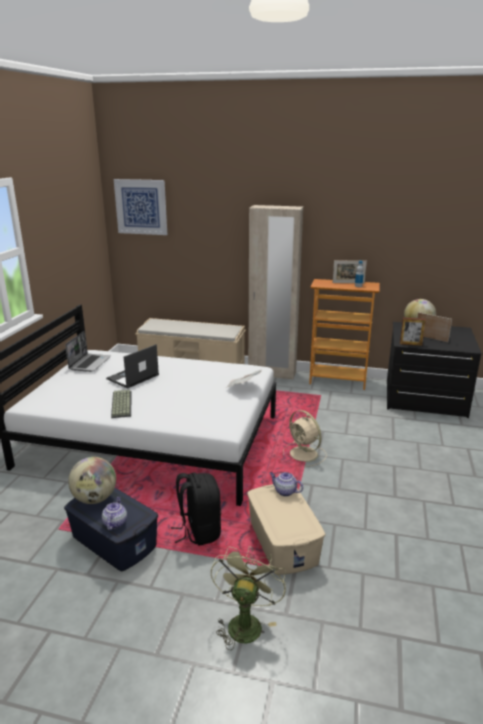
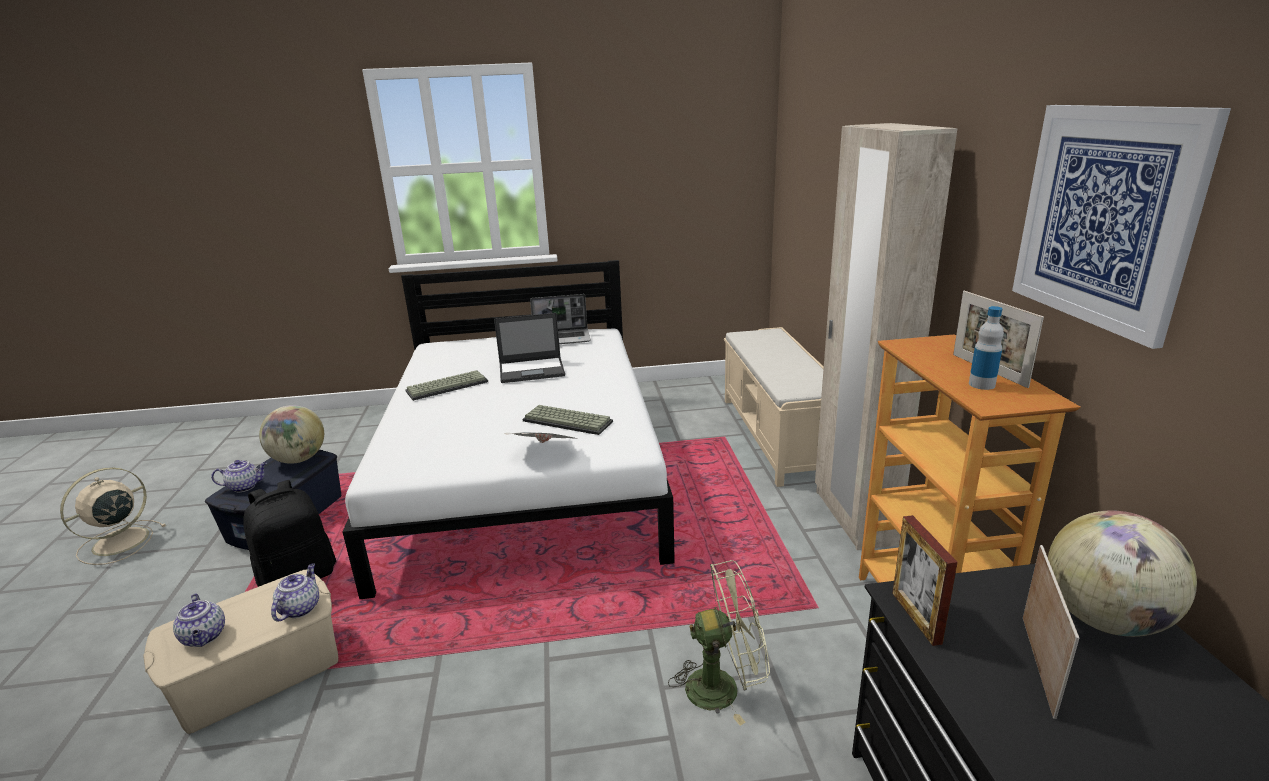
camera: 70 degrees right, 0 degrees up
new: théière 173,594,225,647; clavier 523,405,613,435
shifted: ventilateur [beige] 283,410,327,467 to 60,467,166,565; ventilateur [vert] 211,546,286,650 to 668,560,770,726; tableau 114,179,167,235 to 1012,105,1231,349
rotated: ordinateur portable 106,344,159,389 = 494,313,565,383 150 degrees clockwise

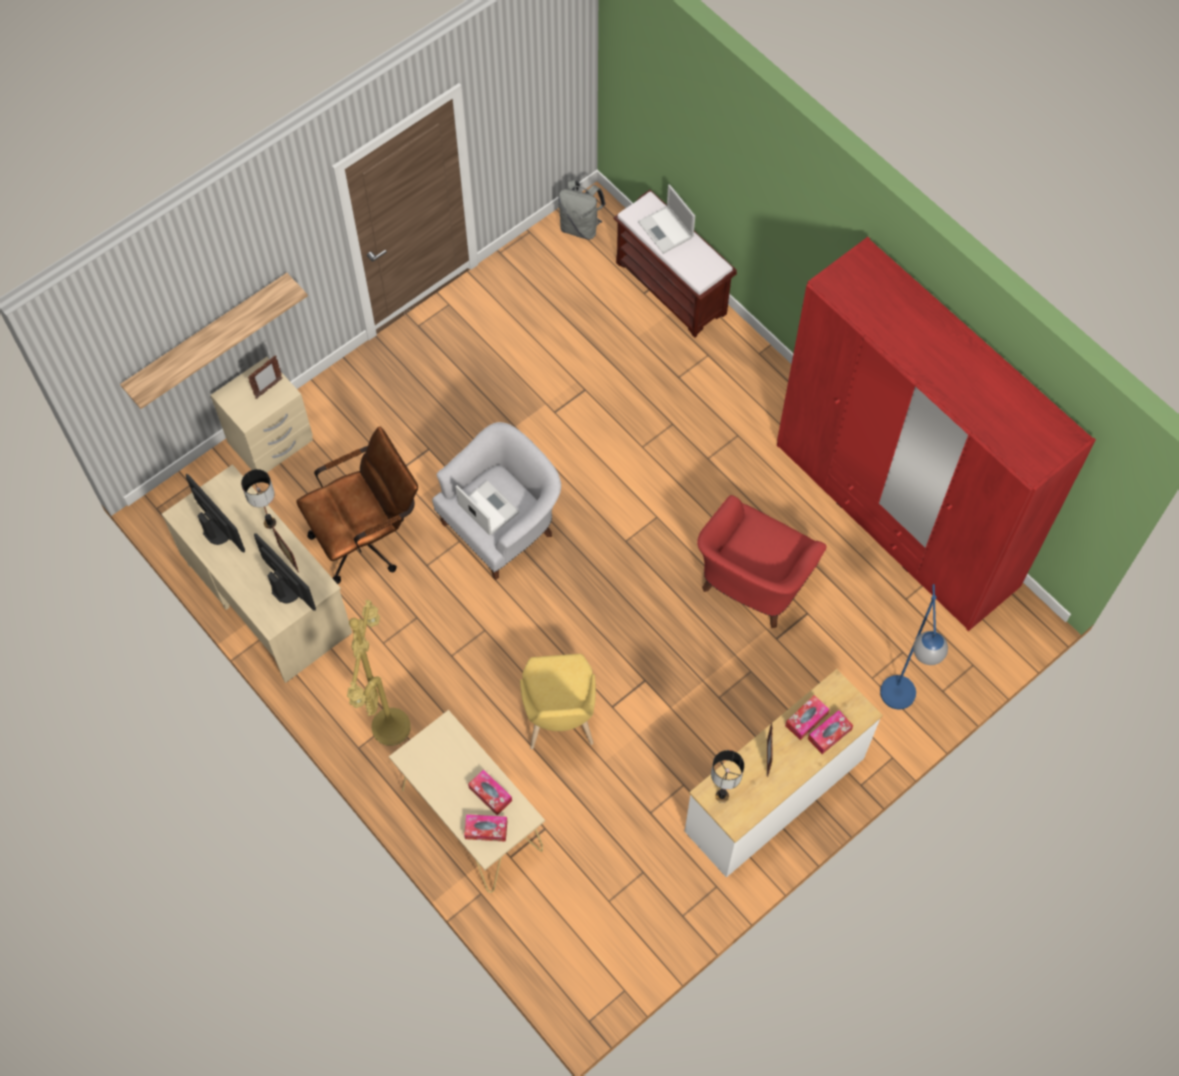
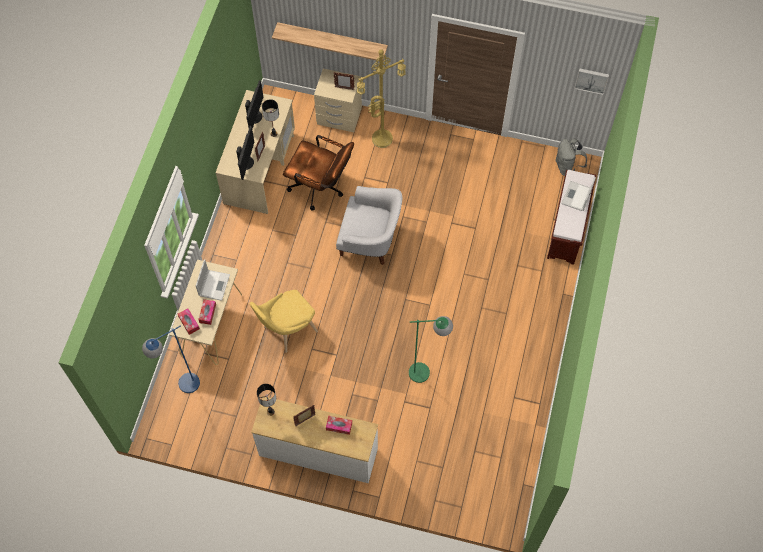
camera: 55 degrees right, 0 degrees up
gone: armoire [rouge] 777,237,1096,631; boîte à mouchoirs 808,710,853,754
new: tableau 574,68,609,95
shifted: lampadaire [bleu] 880,584,948,709 to 142,325,200,393; ordinateur portable 456,480,519,535 to 196,260,230,301; lampadaire [jaune] 347,600,411,746 to 357,49,406,148
swapped: fauteuil [rouge] 697,495,827,628 to lampadaire [vert] 409,316,453,383

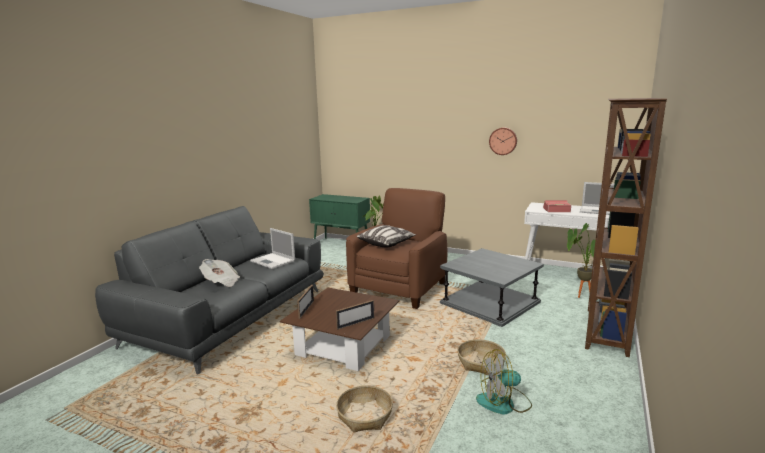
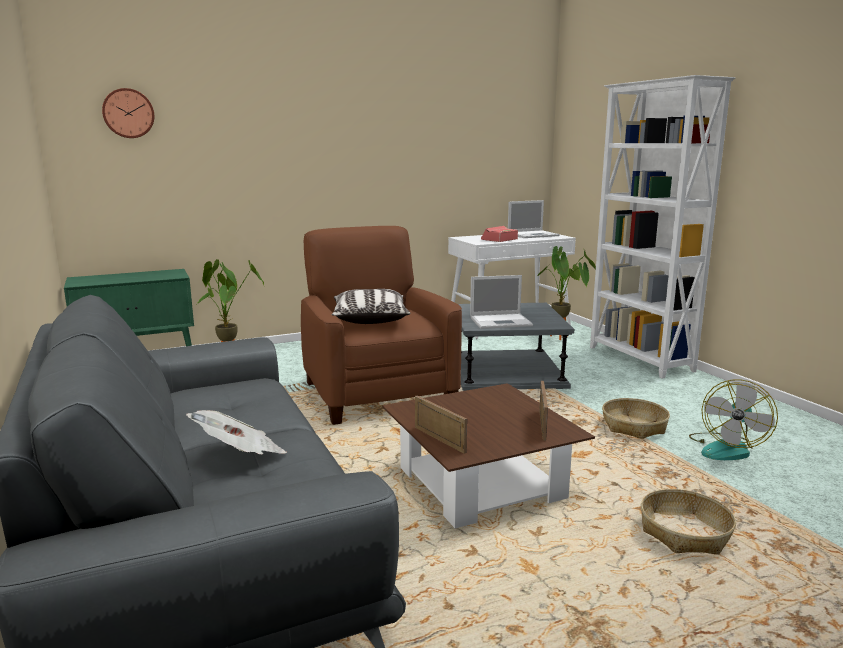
camera: 50 degrees left, 0 degrees up
shifted: horloge murale 489,128,517,155 to 102,88,154,138; ordinateur portable 250,228,295,269 to 470,275,533,329
repainted: bibliothèque [marron] 585,98,667,357 to bibliothèque [blanc] 590,75,735,379

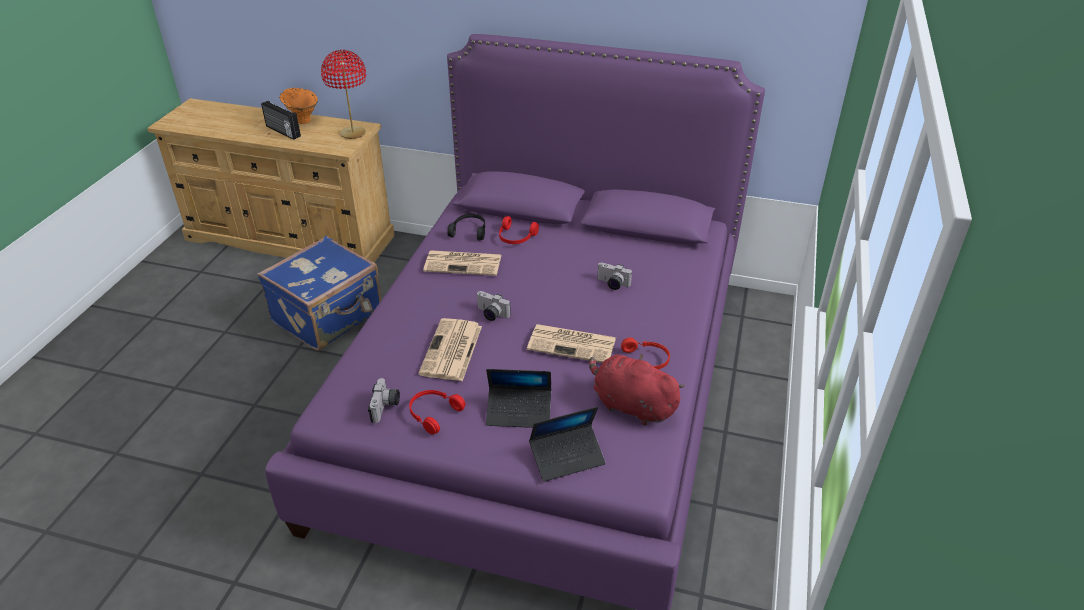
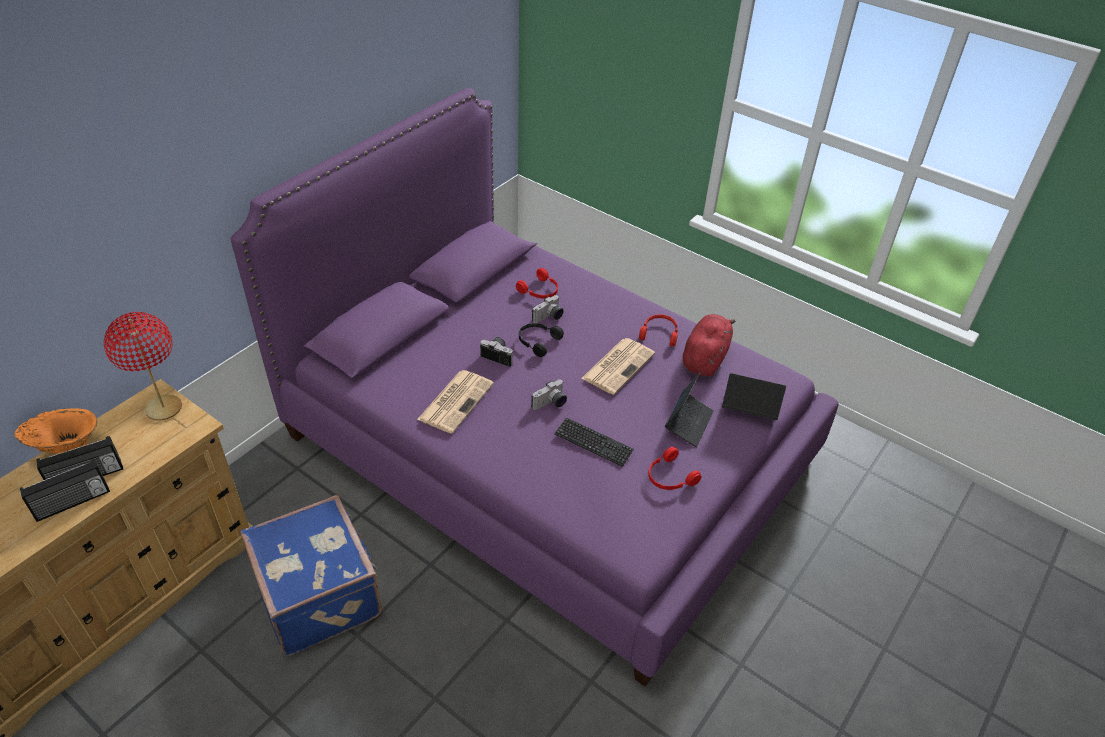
camera: 70 degrees left, 5 degrees up
new: radio 20,459,110,522
shifted: appareil photo 368,378,400,423 to 480,337,514,367; casque audio [rouge] 499,216,539,244 to 516,268,558,299; casque audio [noir] 447,214,485,240 to 519,323,564,357
swapped: journal 418,318,482,381 to clavier 554,417,634,467
rotated: peluche [rouge] 589,353,685,426 = 682,314,735,377 150 degrees clockwise; ordinateur portable 529,407,606,482 = 722,373,786,420 75 degrees counterclockwise

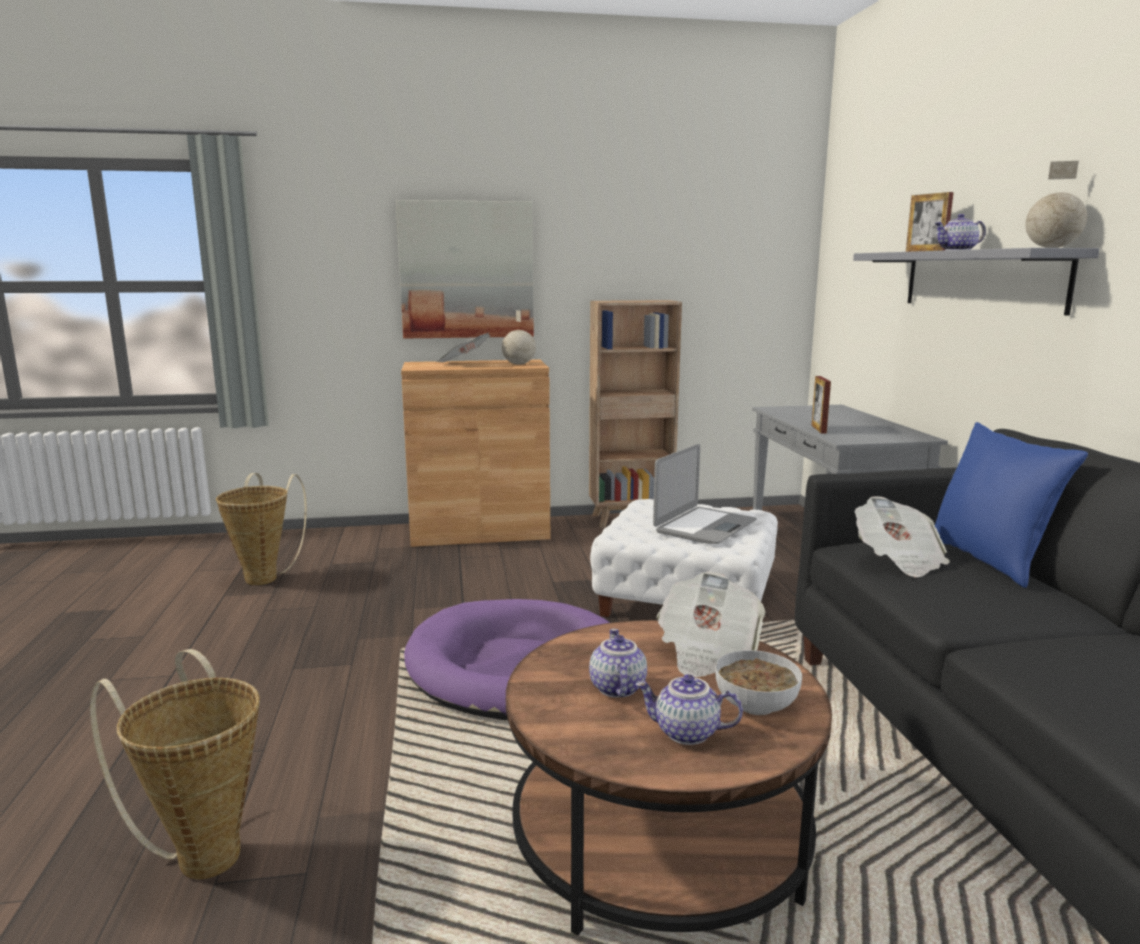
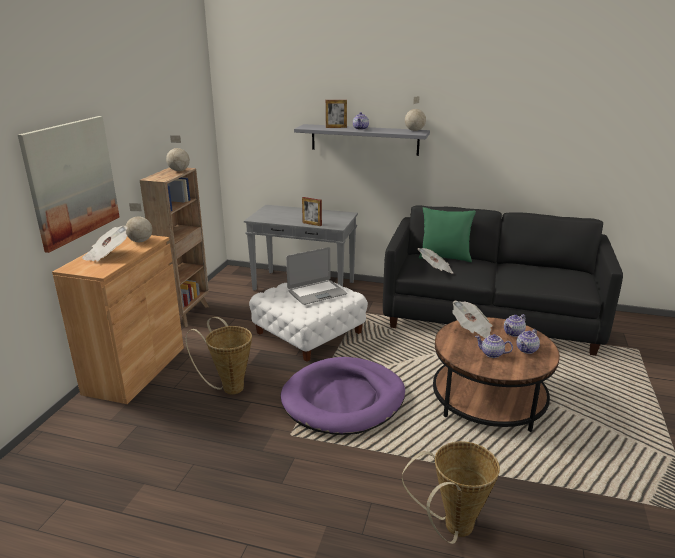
camera: 65 degrees left, 10 degrees up
new: globe 166,135,190,171
shifted: panier 216,473,307,585 to 185,317,252,394
swapped: bol 715,650,802,715 to théière 504,314,526,337
repainted: coussin [bleu] 935,422,1088,588 to coussin [vert] 419,207,476,262
rotated: ordinateur portable 653,444,757,544 = 286,247,347,305 90 degrees clockwise

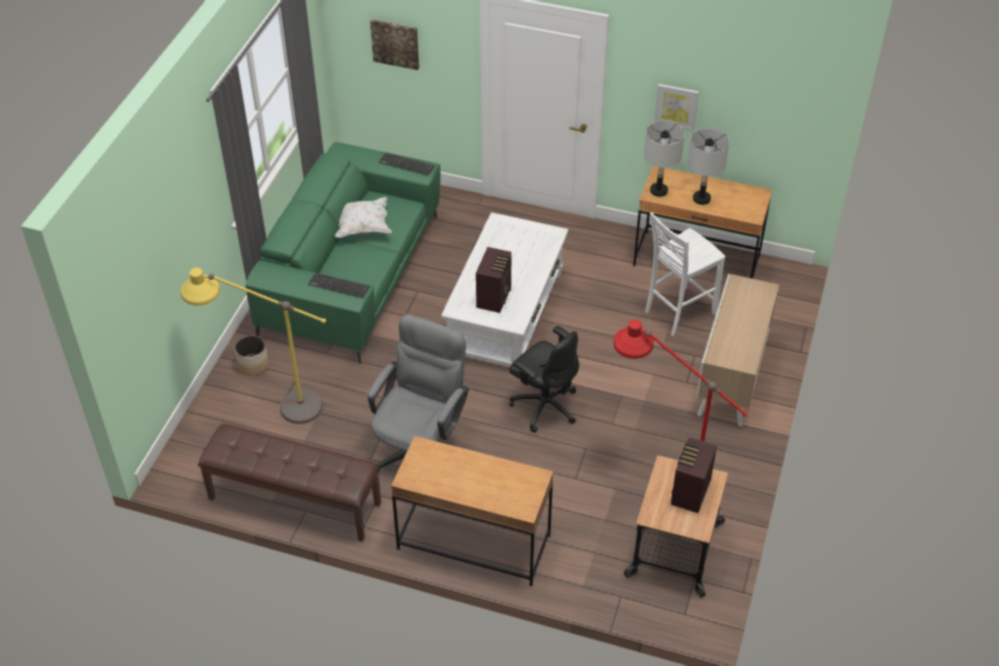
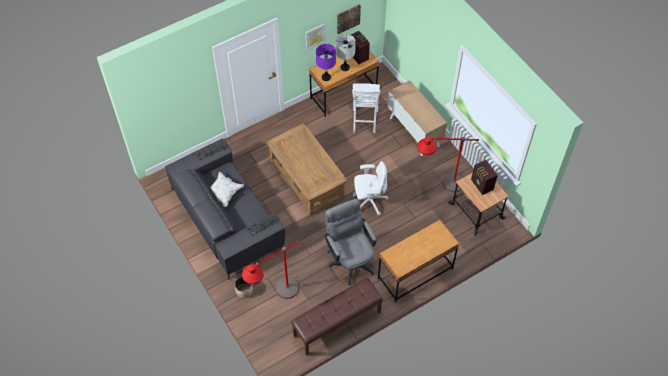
camera: 50 degrees left, 10 degrees up
shifted: tableau 370,19,419,70 to 337,4,361,34; radio 476,247,511,313 to 348,31,370,64
repainted: canapé [vert] 245,142,441,364 to canapé [gris] 165,138,285,280; lampadaire [jaune] 181,268,326,424 to lampadaire [rouge] 242,241,299,299; table basse [blanc] 441,212,569,367 to table basse [marron] 266,123,348,216; lampe de table [gris] 644,120,685,197 to lampe de table [violet] 316,44,336,81; chaise de bureau [noir] 509,326,579,433 to chaise de bureau [blanc] 353,161,388,216

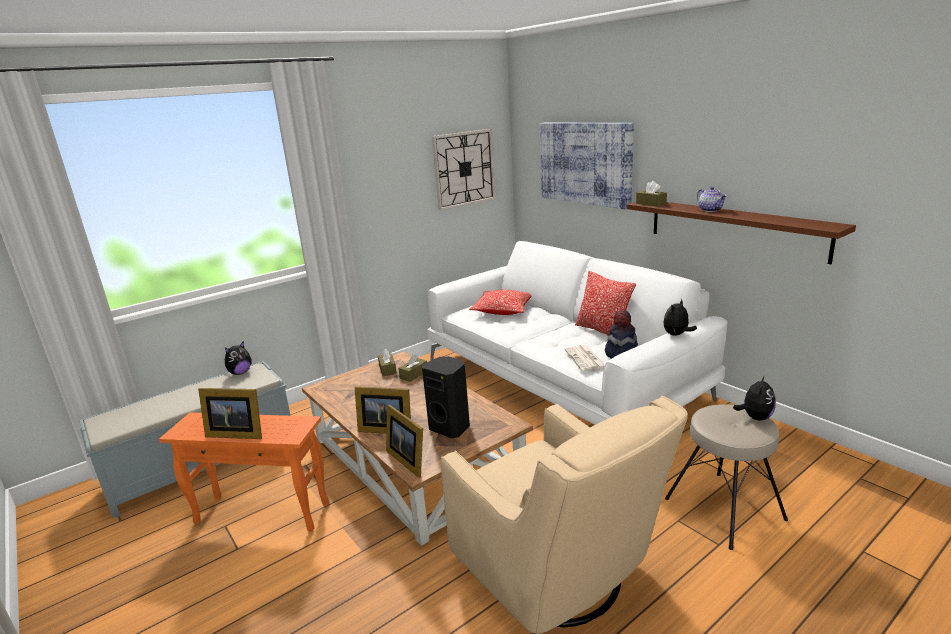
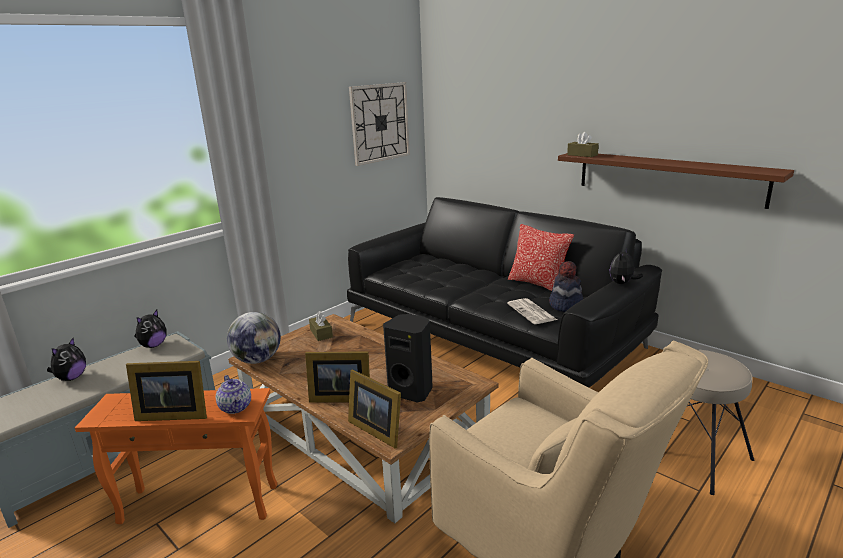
camera: 10 degrees left, 0 degrees up
gone: boîte à mouchoirs [marron] 398,354,427,382; coussin 469,290,531,315; tableau 540,123,634,210
new: globe 227,312,281,364
shifted: peluche 733,375,776,421 to 47,338,86,381; théière 697,187,727,212 to 216,375,251,414
repainted: canapé [blanc] 427,241,728,425 to canapé [noir] 347,197,662,388

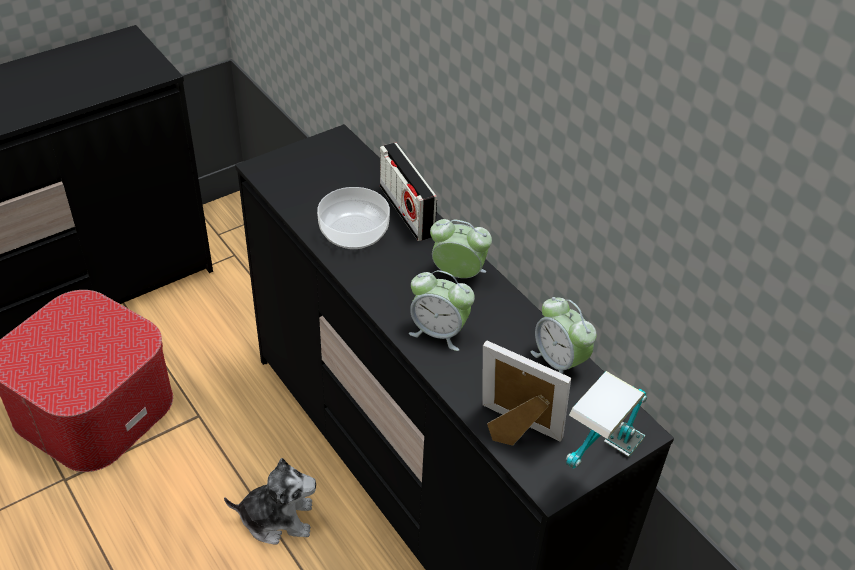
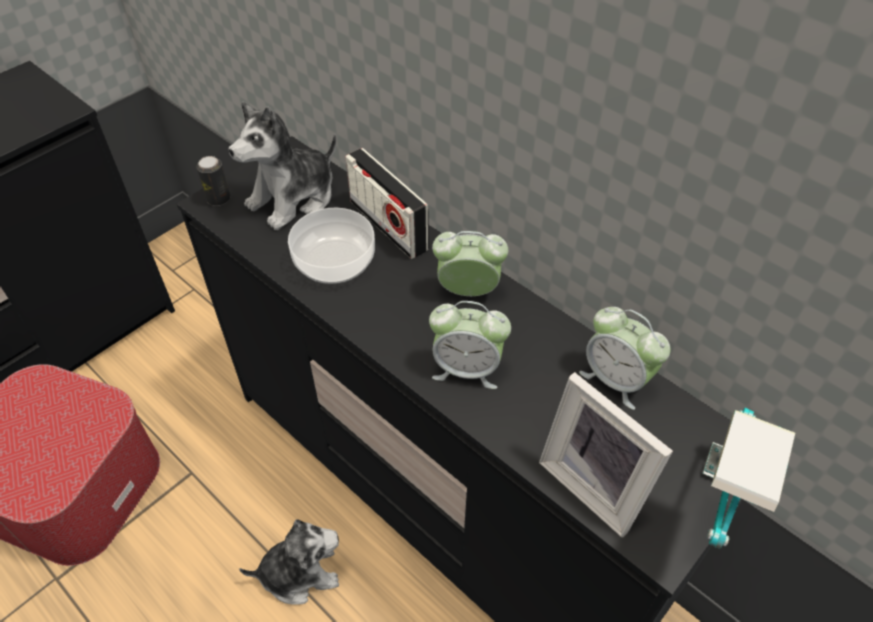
camera: 10 degrees left, 5 degrees up
new: boîte métallique 196,156,230,206; peluche 229,101,336,230
rotated: cadre photo 482,341,571,446 = 539,372,673,538 150 degrees counterclockwise

